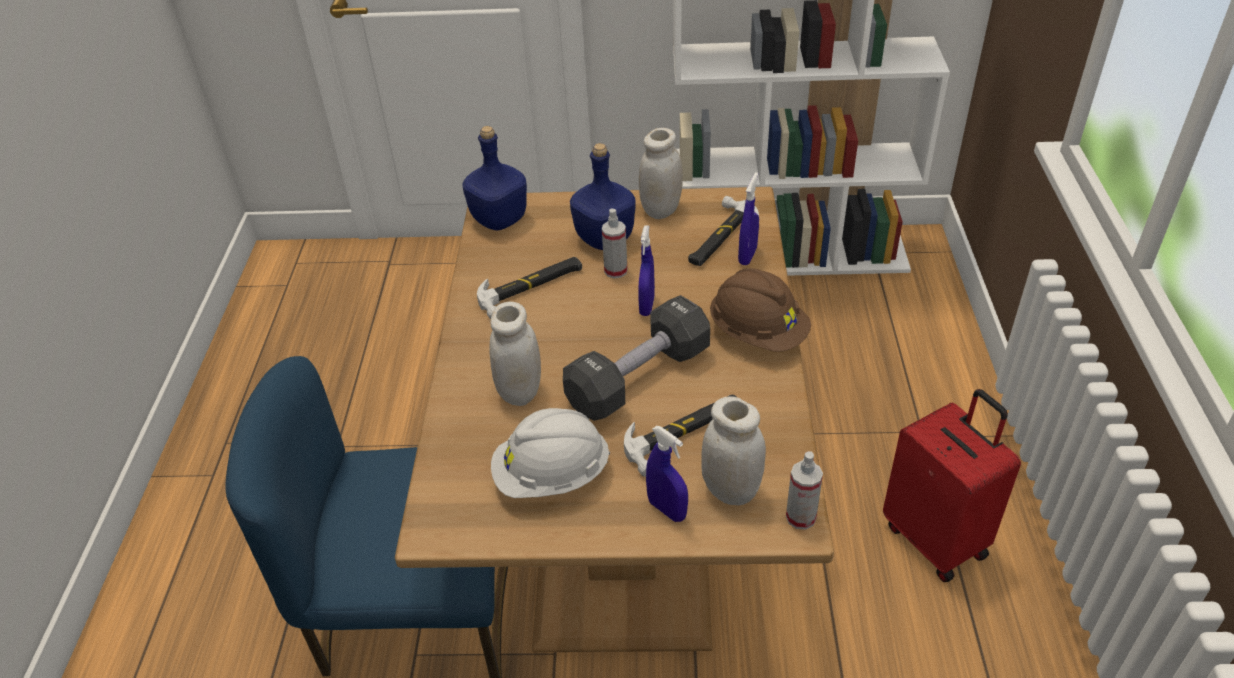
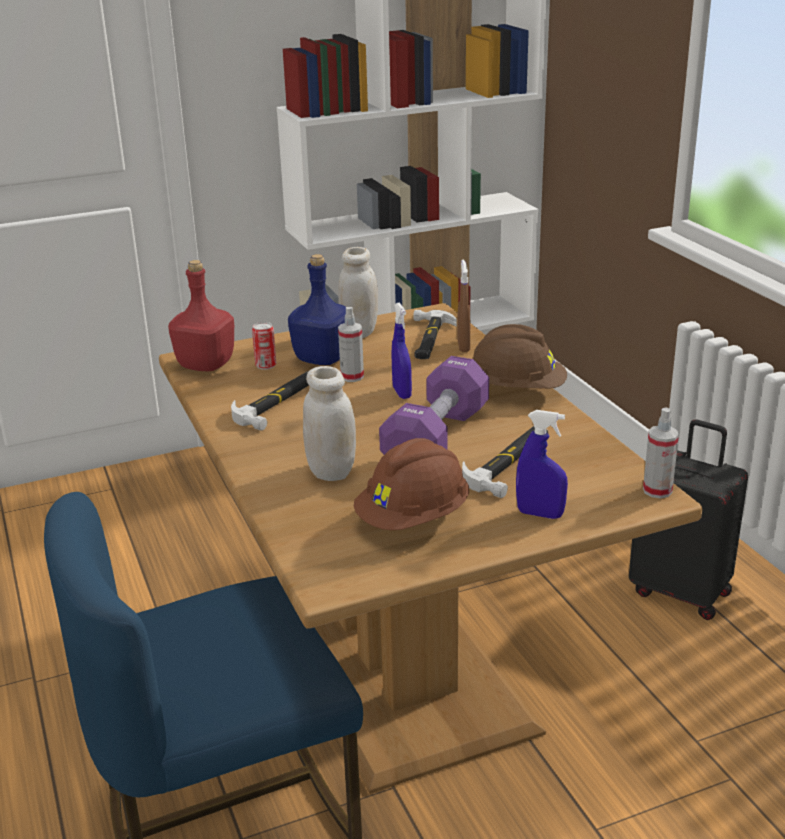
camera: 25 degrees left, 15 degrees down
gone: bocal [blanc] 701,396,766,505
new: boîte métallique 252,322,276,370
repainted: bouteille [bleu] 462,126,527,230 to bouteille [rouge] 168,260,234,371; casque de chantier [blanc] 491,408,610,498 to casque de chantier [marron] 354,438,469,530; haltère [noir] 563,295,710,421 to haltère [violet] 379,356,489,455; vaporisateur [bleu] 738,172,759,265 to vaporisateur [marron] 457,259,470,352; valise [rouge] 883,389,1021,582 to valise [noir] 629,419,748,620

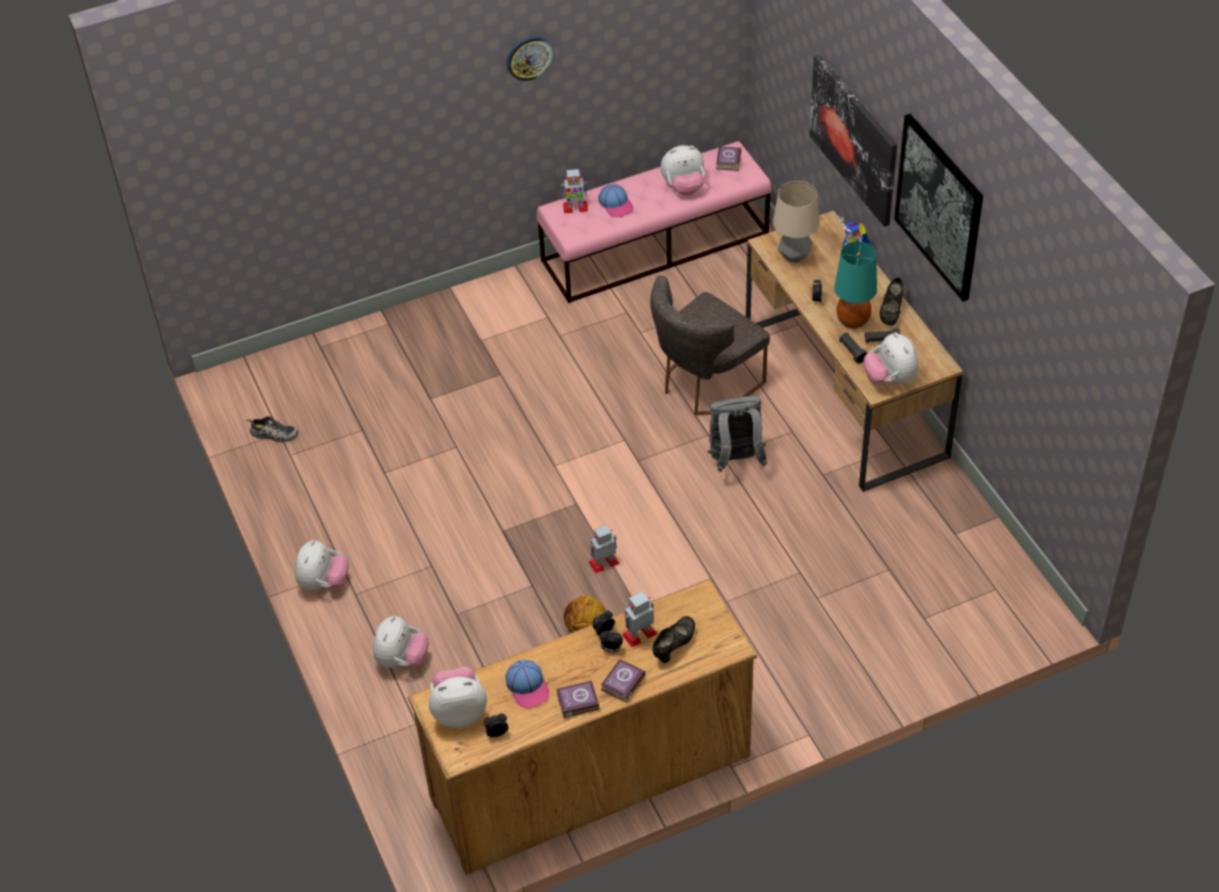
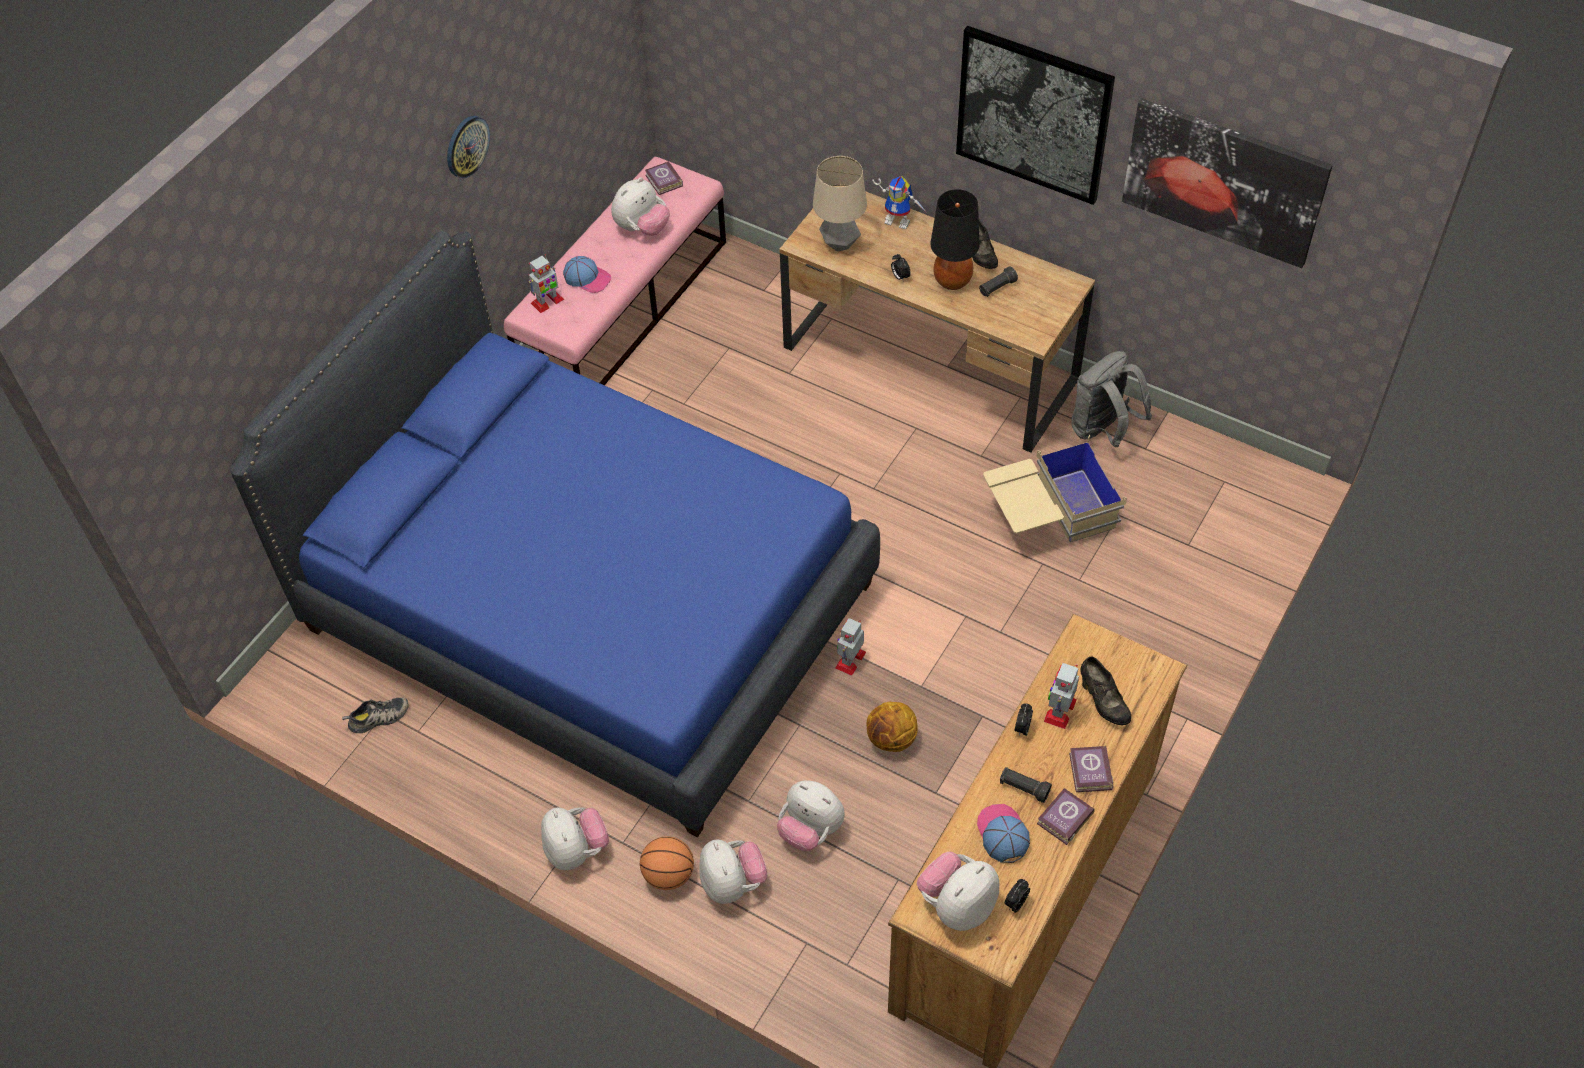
camera: 35 degrees left, 5 degrees up
gone: réveil 599,631,623,652; chaise [gris] 650,276,770,415
new: lit [bleu] 230,231,880,838; ballon de basket 640,836,694,890; boîte de rangement [beige] 983,435,1127,542
shifted: peluche 863,332,918,384 to 777,780,845,851; lampe de poche [noir] 839,333,868,363 to 1000,767,1052,803; sac à dos [gris] 707,396,768,472 to 1071,351,1152,447; tableau 810,55,897,227 to 1122,98,1333,268
repainted: lampe de table [turquoise] 834,242,877,329 to lampe de table [noir] 931,189,979,290
rotated: casquette 505,660,549,708 = 977,804,1030,863 135 degrees counterclockwise; chaussure [noir] 652,616,695,663 = 1080,657,1131,725 150 degrees clockwise

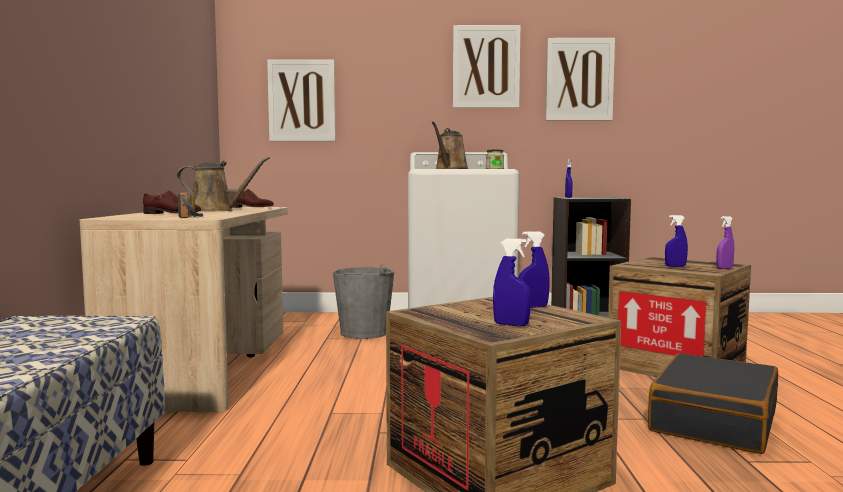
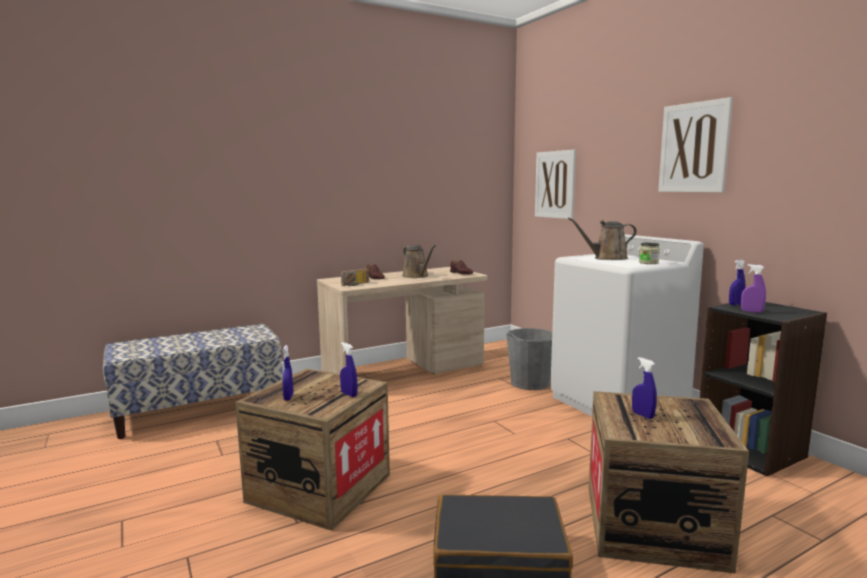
camera: 60 degrees right, 5 degrees up
gone: tableau 546,38,615,121
shifted: vaporisateur [violet] 716,216,734,269 to 741,264,766,313

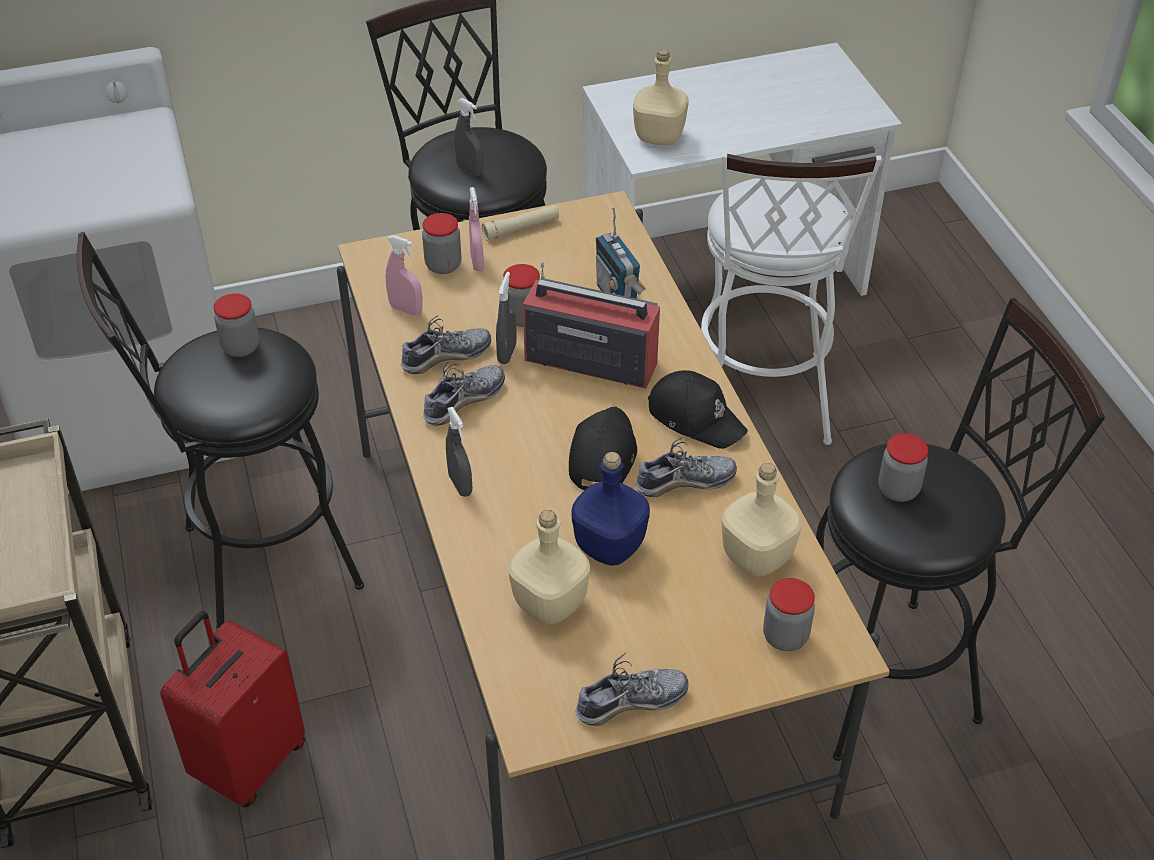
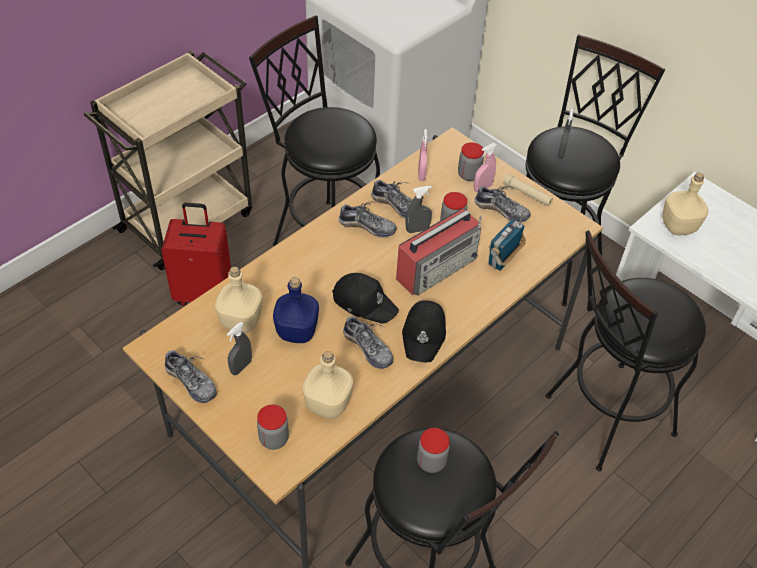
camera: 60 degrees right, 5 degrees up
gone: bocal 213,293,259,357
new: chaussure 475,186,531,222
shifted: vaporisateur [gris] 446,407,472,497 to 227,322,252,375
repainted: tabouret [blanc] 701,153,882,445 to tabouret [noir] 545,230,706,471
rotated: casquette [noir] 569,407,637,490 = 332,273,399,324 45 degrees clockwise; radio 523,262,660,389 = 396,209,482,295 60 degrees clockwise

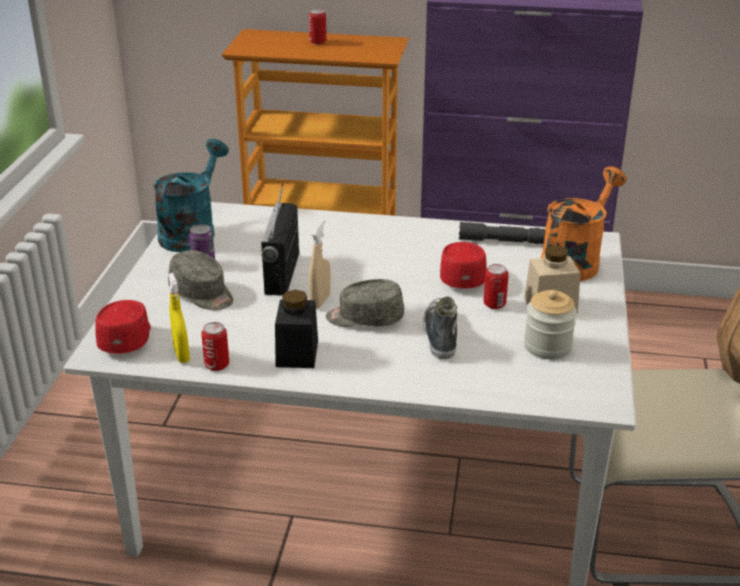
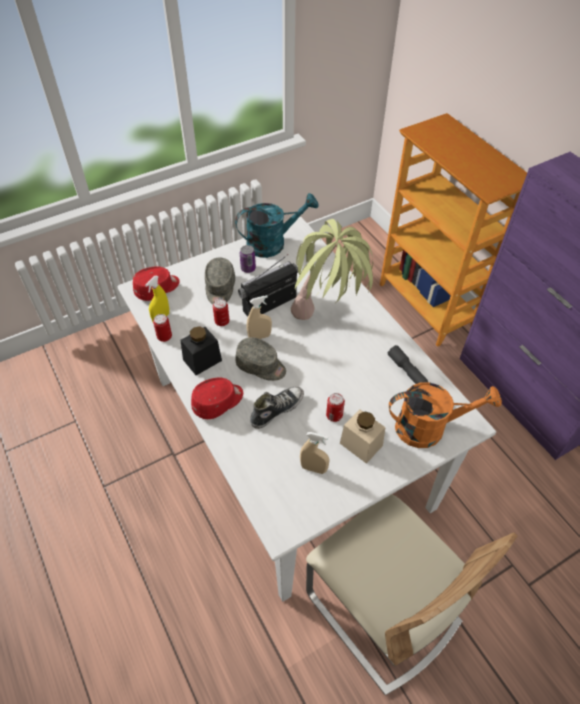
camera: 50 degrees right, 20 degrees up
new: plante en pot 291,219,373,320
shifted: casquette [rouge] 440,242,487,289 to 191,378,243,419; boîte métallique 309,9,327,44 to 213,299,229,326
swapped: bocal 524,290,577,359 to vaporisateur [beige] 300,432,330,474
rotated: casquette [gris] 326,279,404,327 = 235,337,286,381 150 degrees clockwise

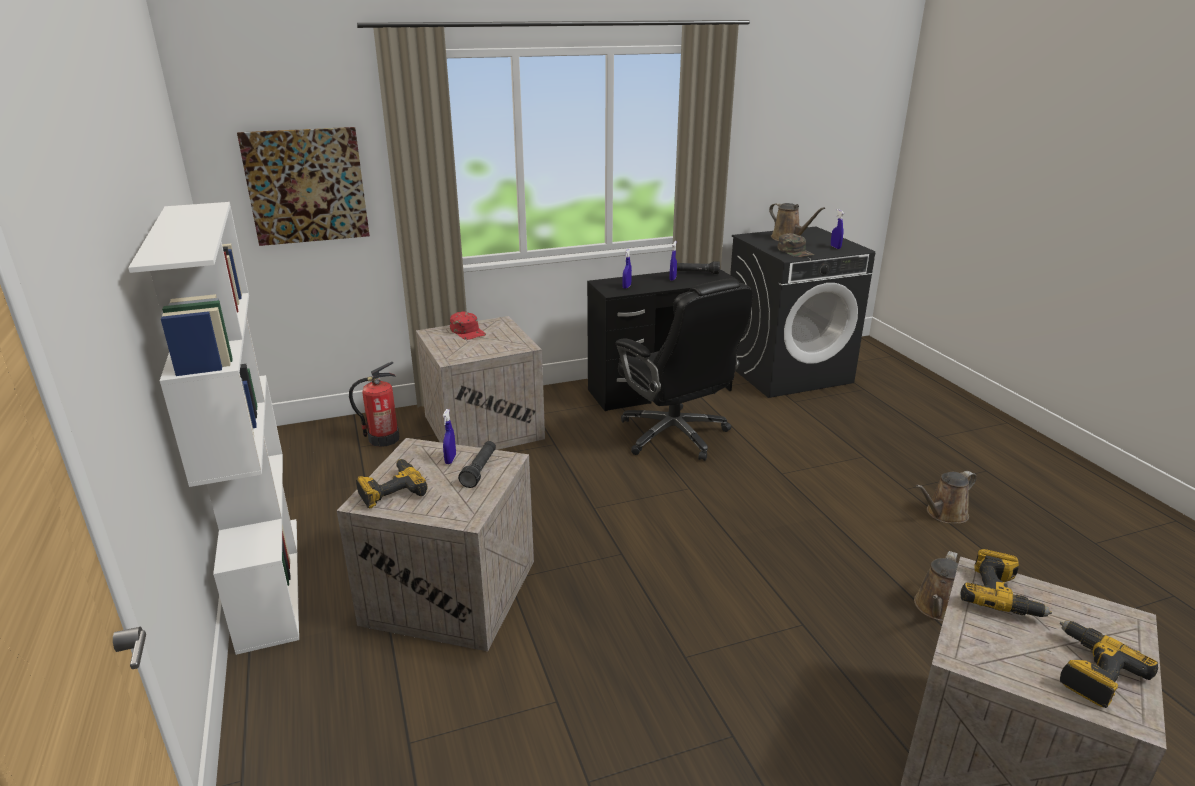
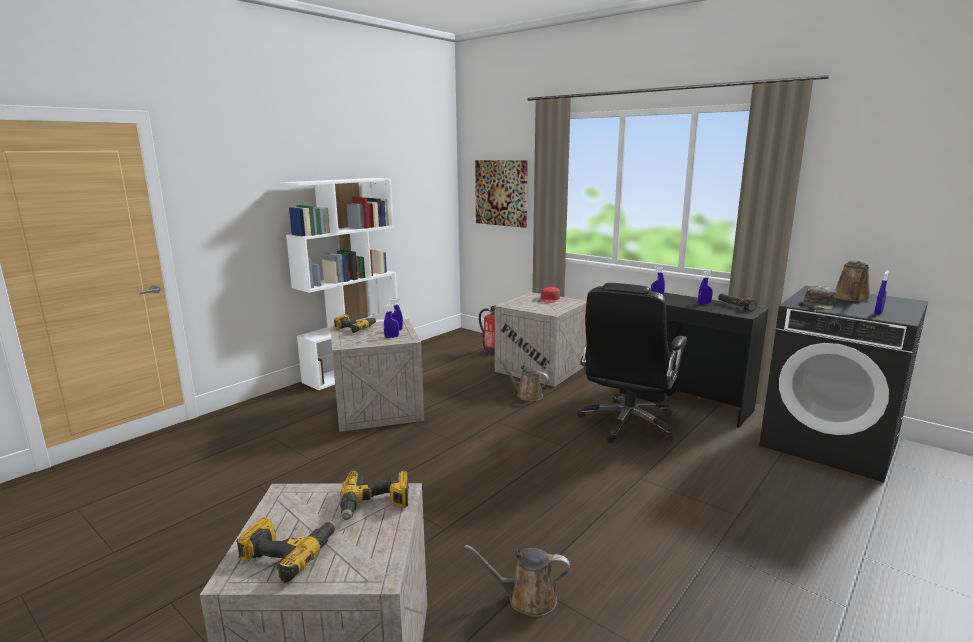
camera: 60 degrees right, 10 degrees down
shifted: arrosoir [marron] 916,471,977,523 to 498,358,549,401
swapped: lampe de poche [noir] 458,441,496,488 to vaporisateur [bleu] 384,304,399,338

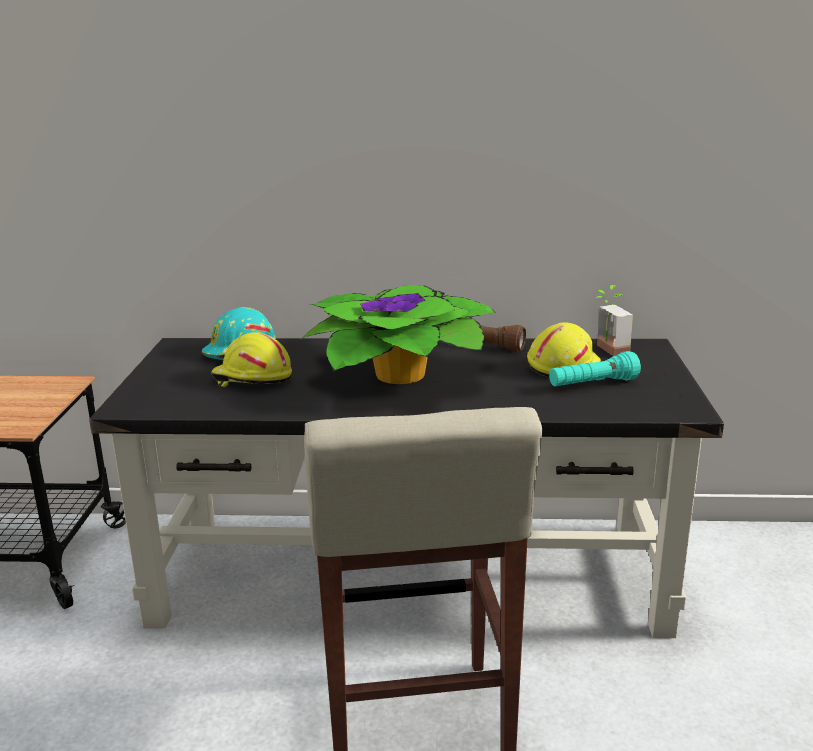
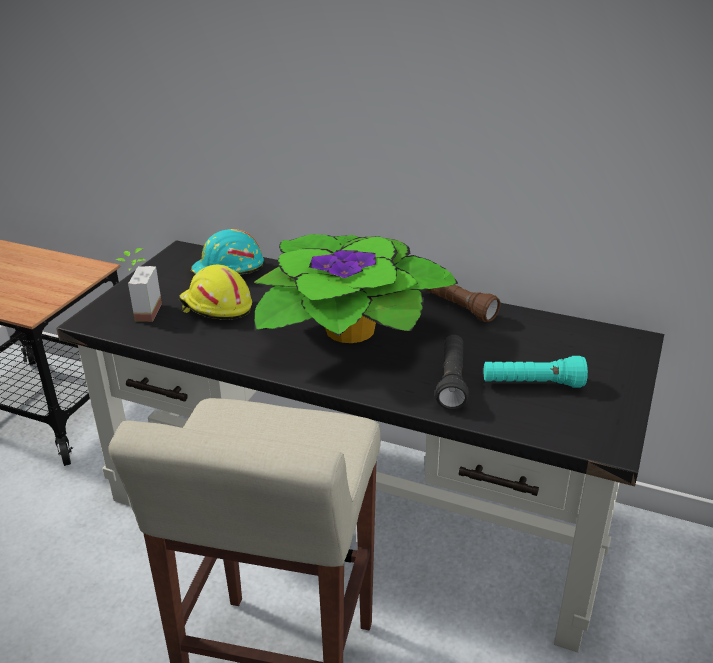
camera: 20 degrees right, 10 degrees up
gone: casque de chantier [jaune] 527,322,601,377
new: lampe de poche [noir] 435,335,469,410
shifted: plante en pot 596,285,633,356 to 116,248,162,322

